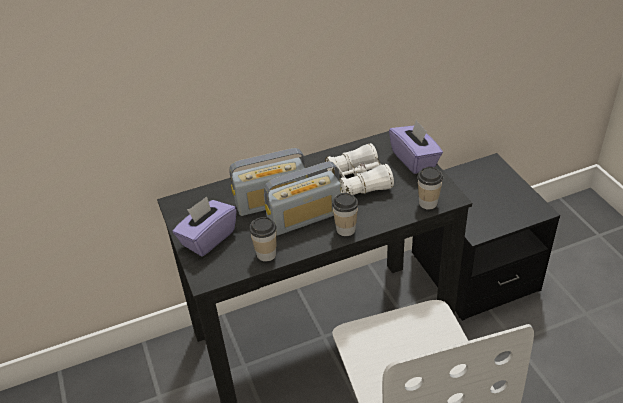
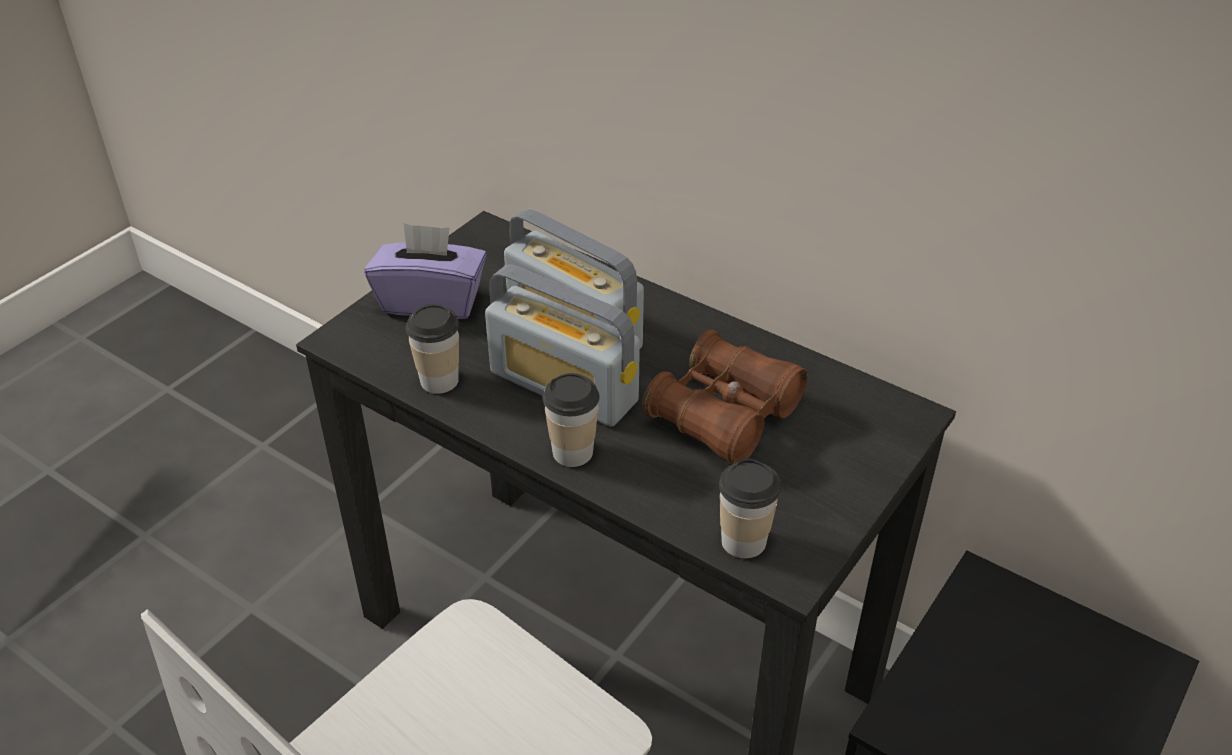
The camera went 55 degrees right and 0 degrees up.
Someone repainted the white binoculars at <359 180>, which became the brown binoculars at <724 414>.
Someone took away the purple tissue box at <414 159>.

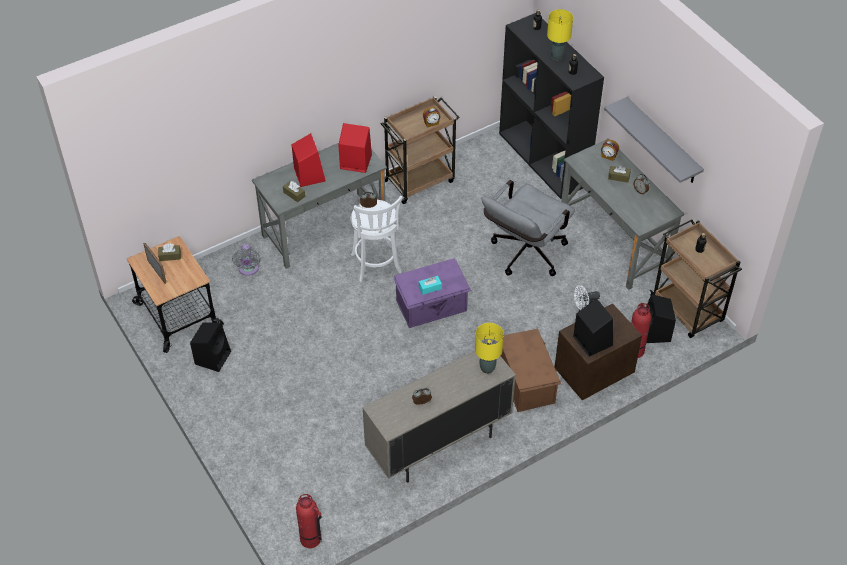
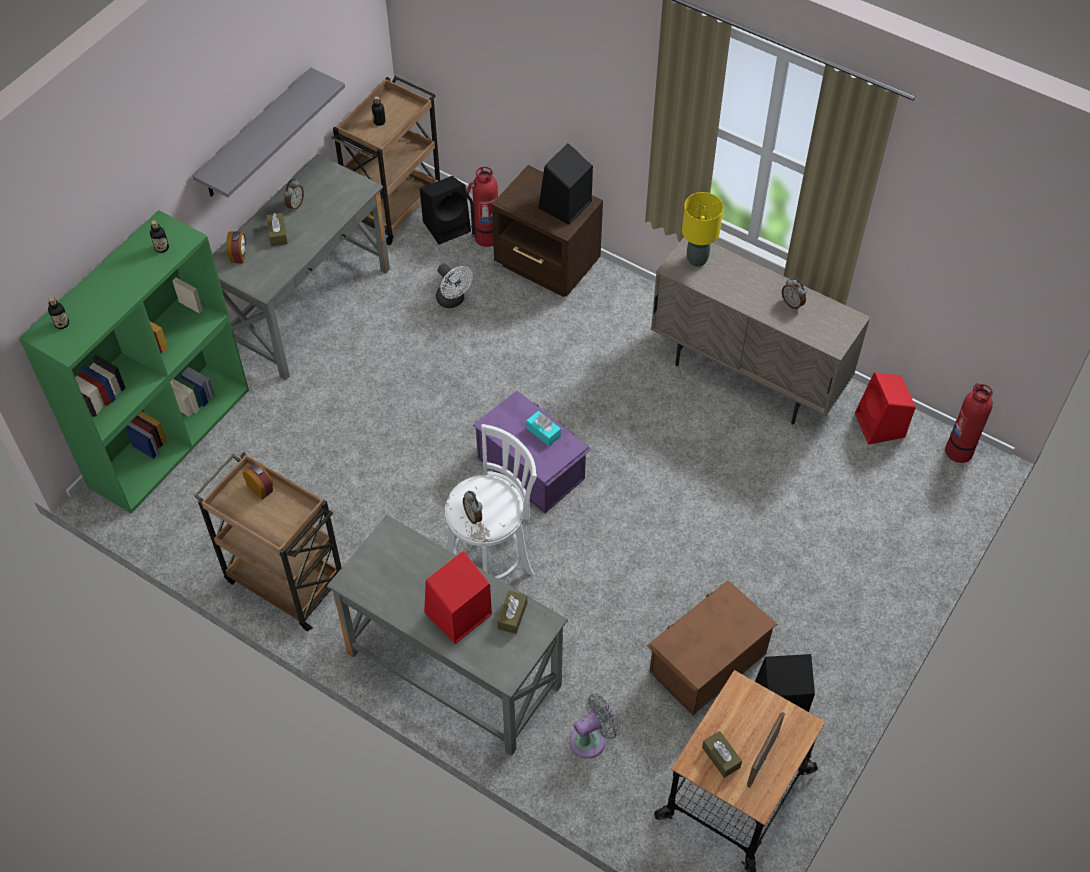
The camera went 115 degrees left and 5 degrees up.
Someone carried the red speaker from <355 162> to <880 426>.
Someone took away the grey office chair at <524 256>.
Someone repainted the black bookcase at <544 159>, which became the green bookcase at <169 435>.
Someone carried the brown storage box from <526 381> to <706 662>.
Someone took away the yellow table lamp at <556 56>.

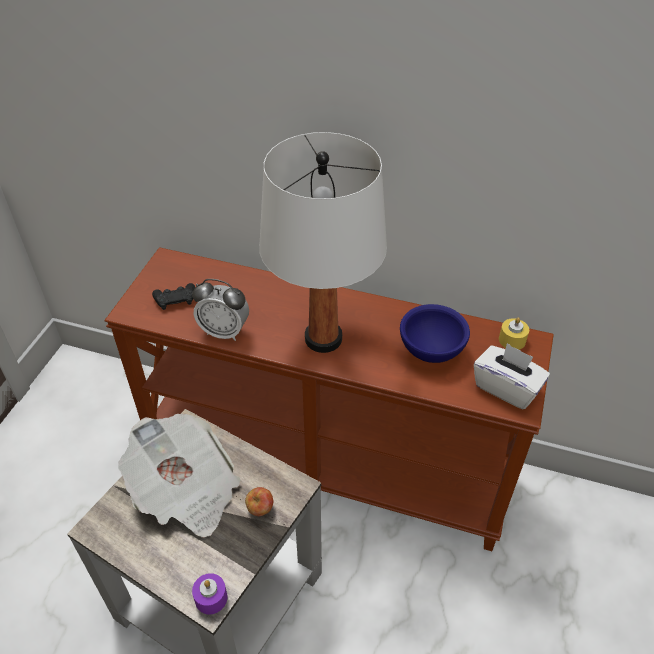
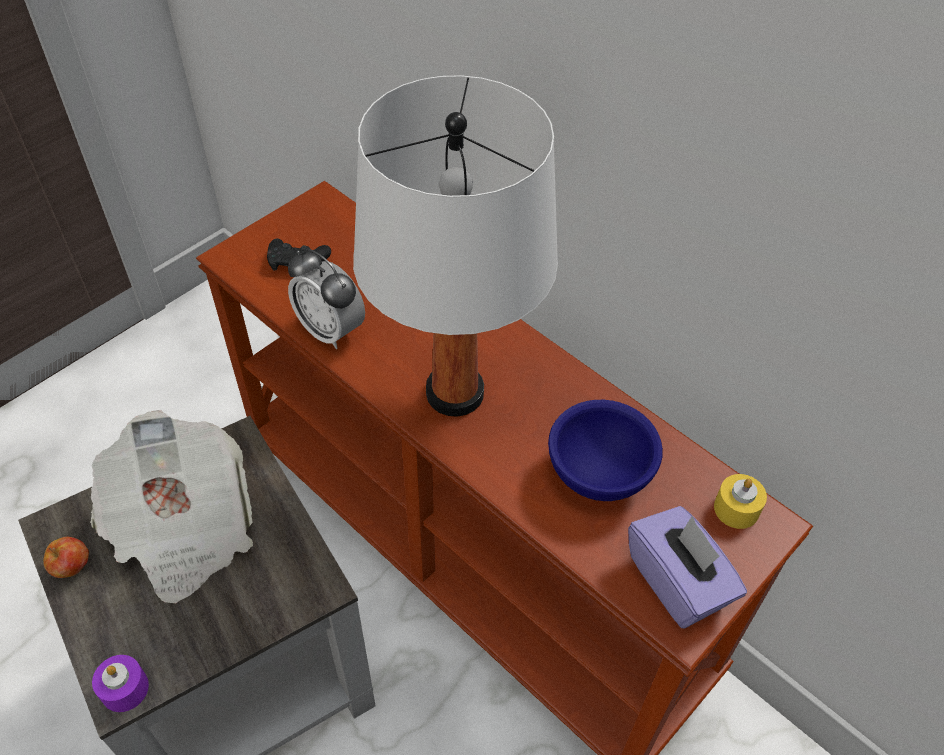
The camera went 25 degrees right and 5 degrees up.
Someone carried the apple from <260 509> to <72 567>.
Someone repainted the white tissue box at <506 388>, which became the purple tissue box at <678 582>.

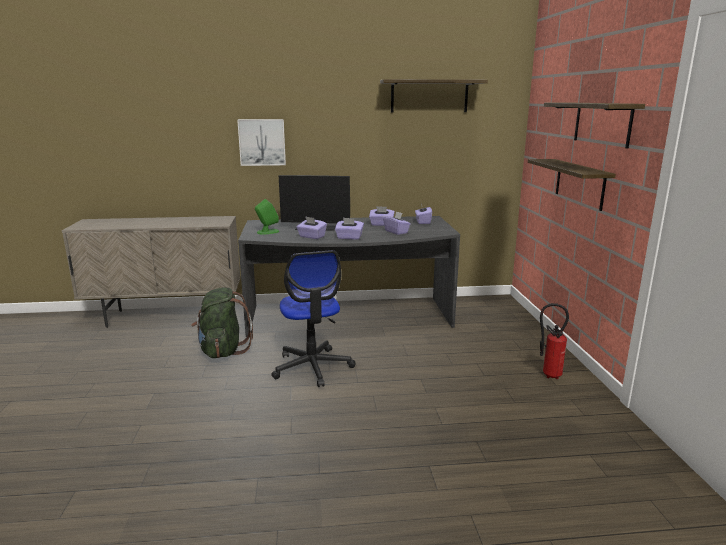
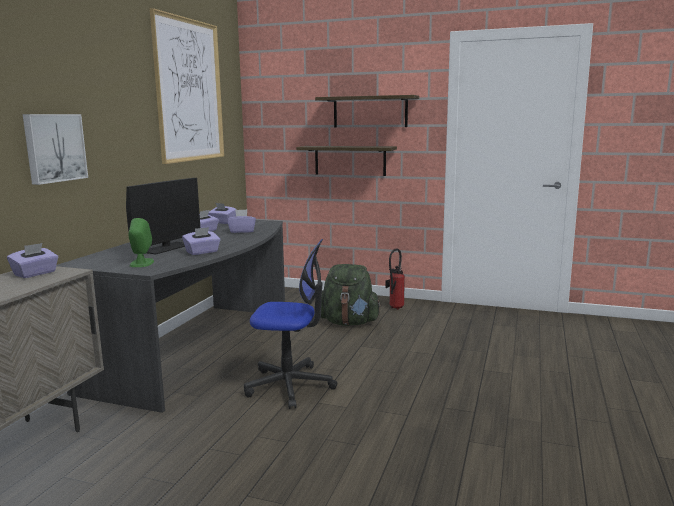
The camera went 65 degrees left and 5 degrees down.
Someone carried the green backpack from <223 351> to <349 322>.
Someone carried the purple tissue box from <349 237> to <35 273>.
Someone swapped the shelf at <429 96> for the picture at <189 91>.

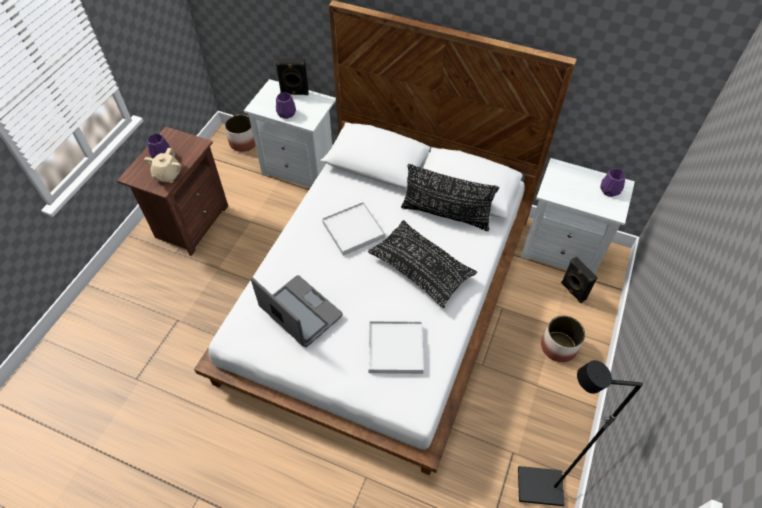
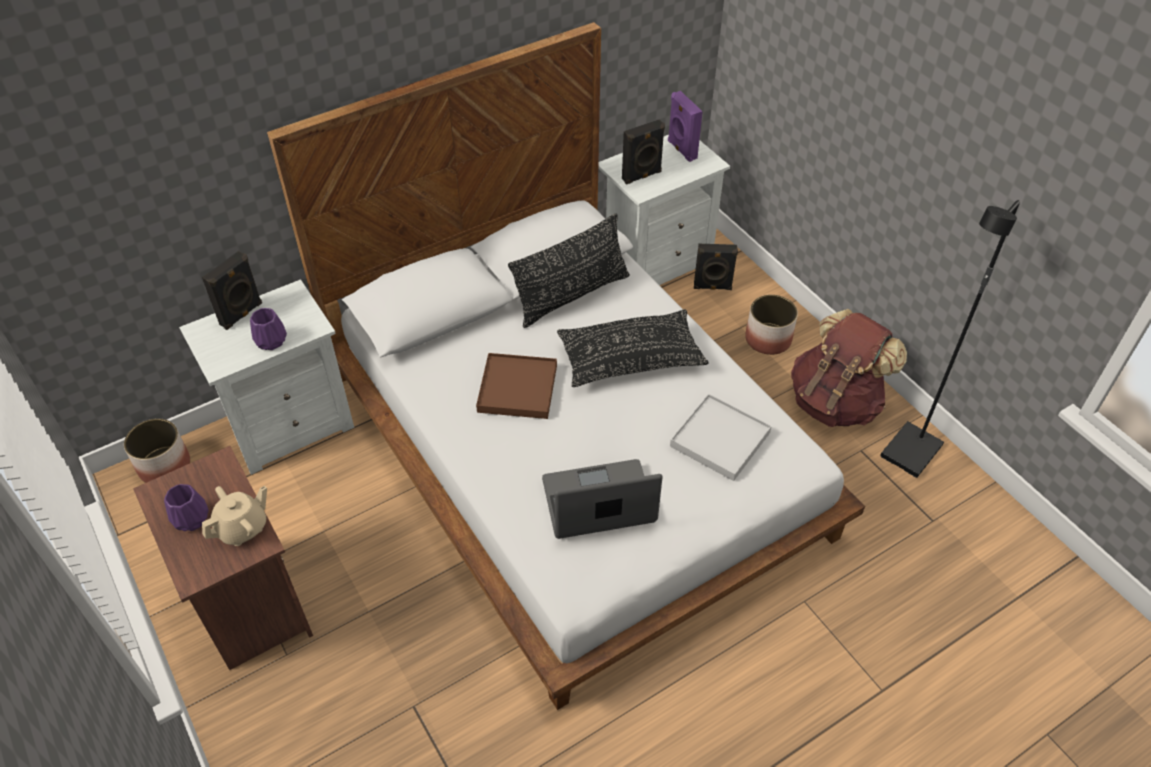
The camera went 55 degrees left and 5 degrees down.
Someone rotated the beige teapot at <167 175> by 90 degrees counterclockwise.
Someone repainted the white tray at <353 230>, which became the brown tray at <517 388>.
Someone swapped the purple vase at <610 190> for the purple speaker at <681 150>.
Someone put down the black speaker at <642 176>.
Someone put down the brown backpack at <835 402>.

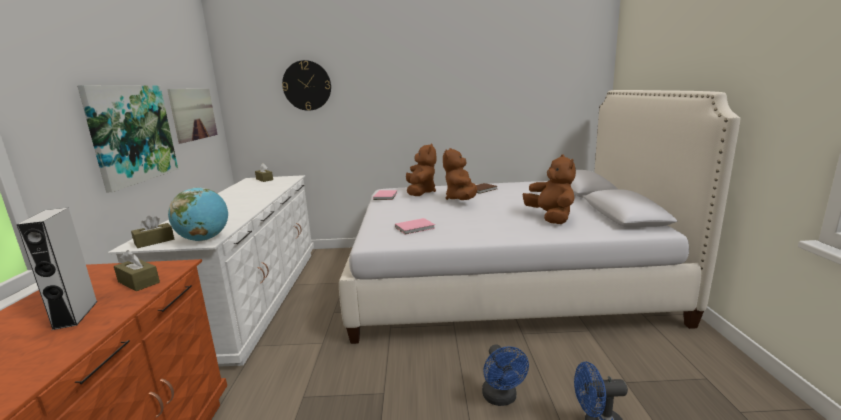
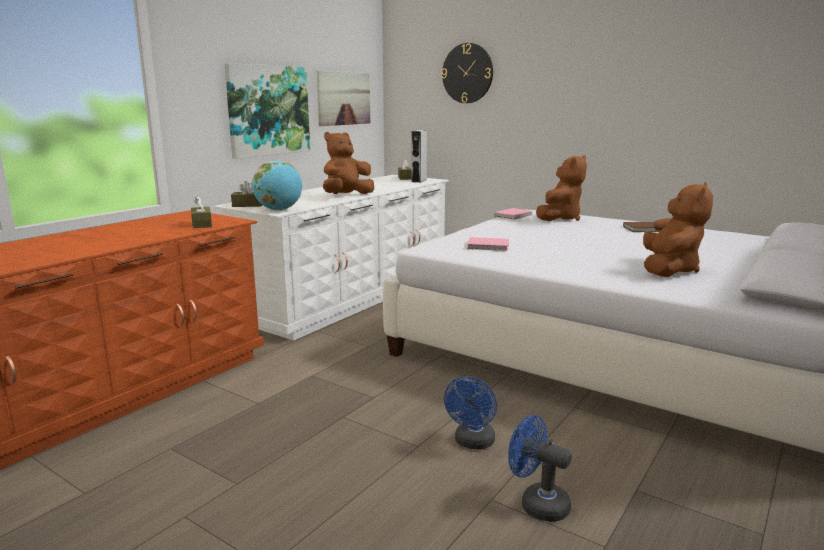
The camera went 35 degrees right and 0 degrees up.
Someone carried the grey speaker from <76 314> to <419 180>.
Someone carried the brown plush toy from <461 199> to <346 196>.

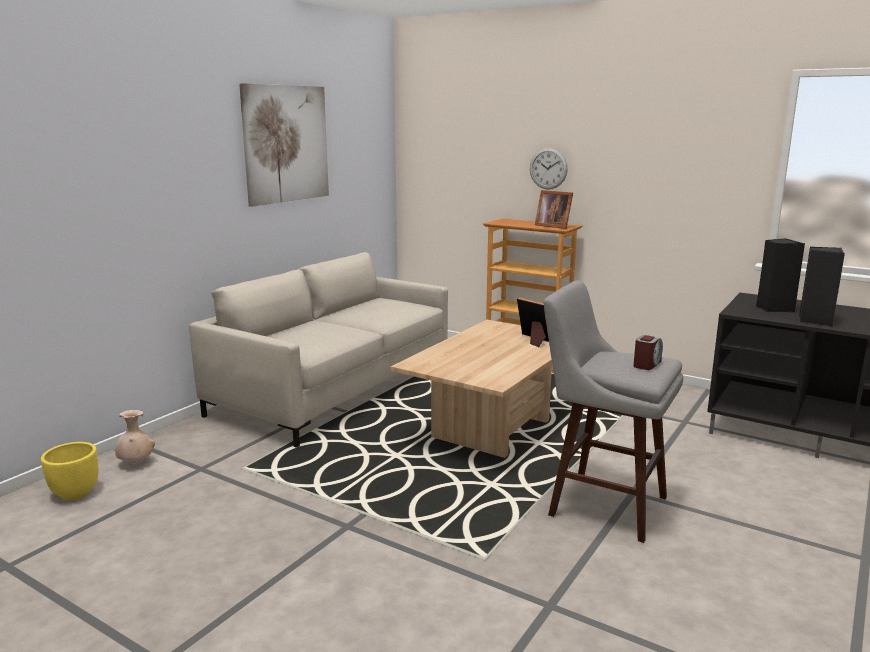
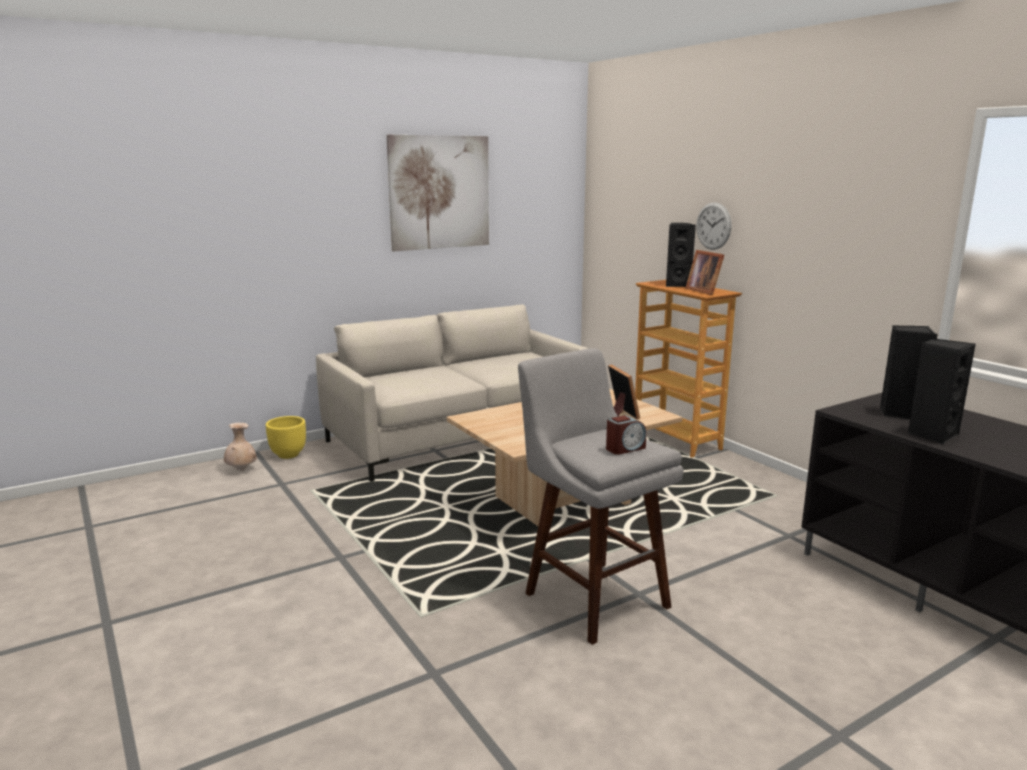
The camera went 25 degrees right and 0 degrees up.
Someone carried the yellow planter from <75 493> to <288 455>.
Someone put down the black speaker at <677 285>.

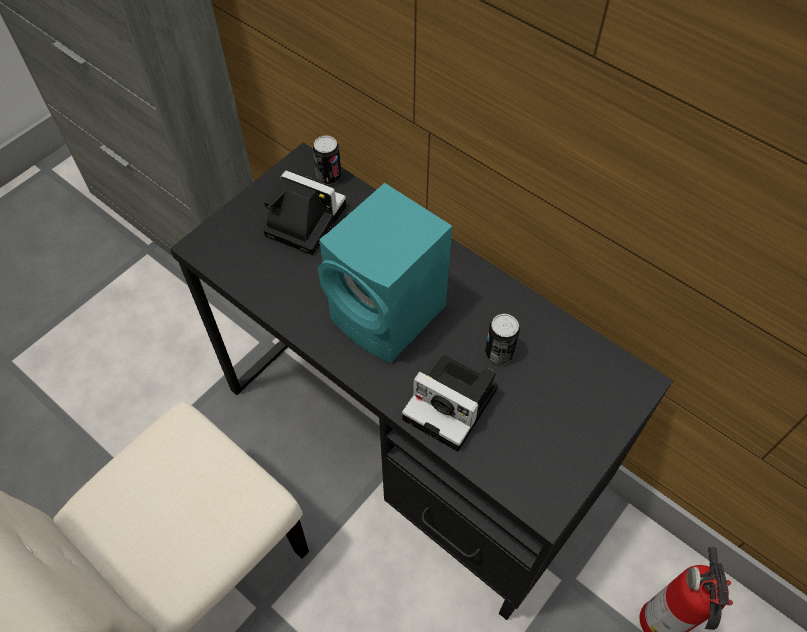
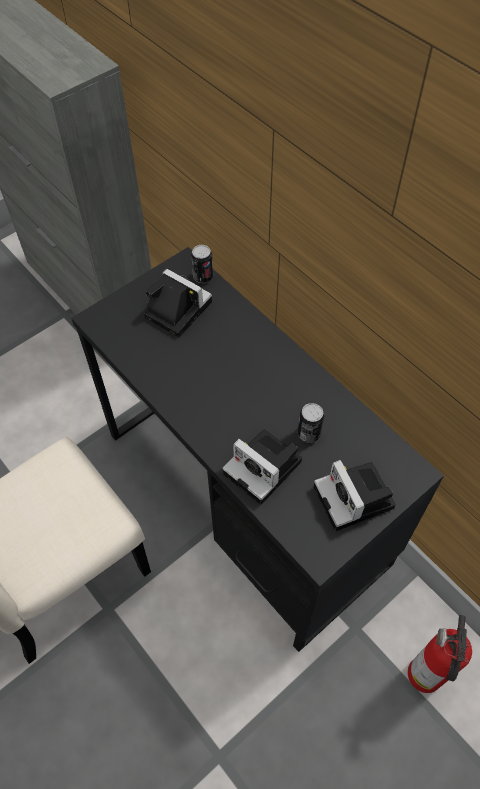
The camera went 10 degrees right and 0 degrees up.
Someone took away the turquoise speaker at <390 316>.
Someone put down the photo camera at <355 499>.

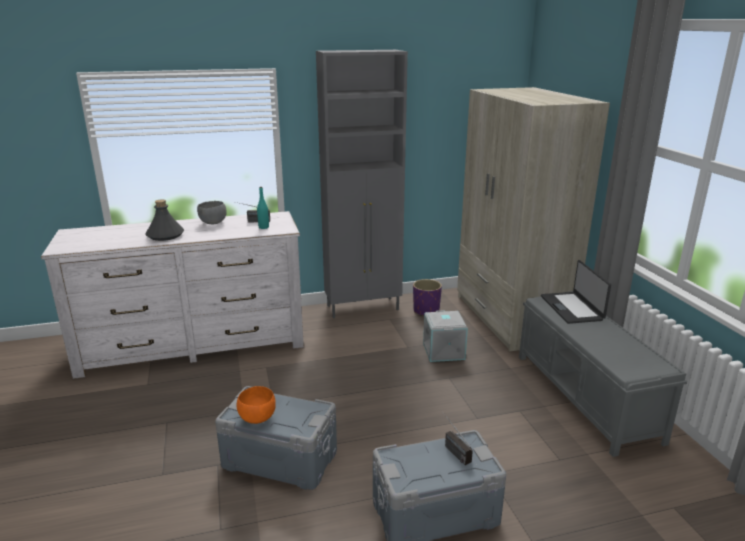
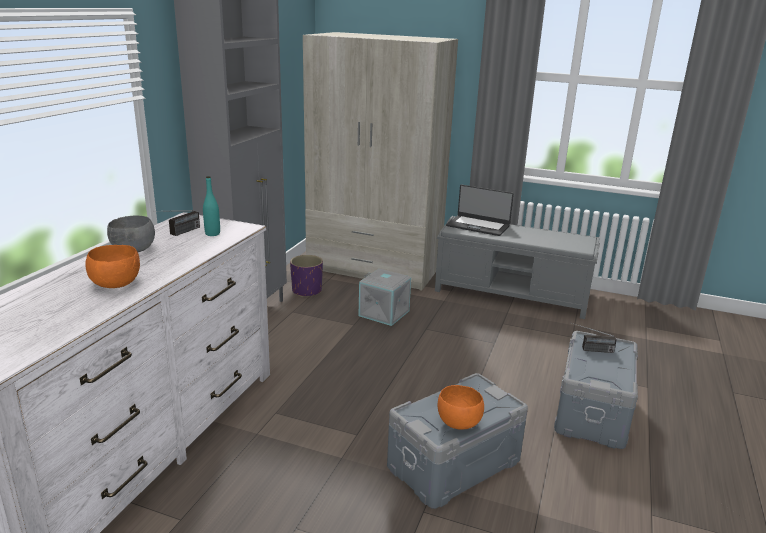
The camera went 55 degrees left and 0 degrees up.
Someone swapped the grey bottle at <165 235> for the orange bowl at <117 284>.

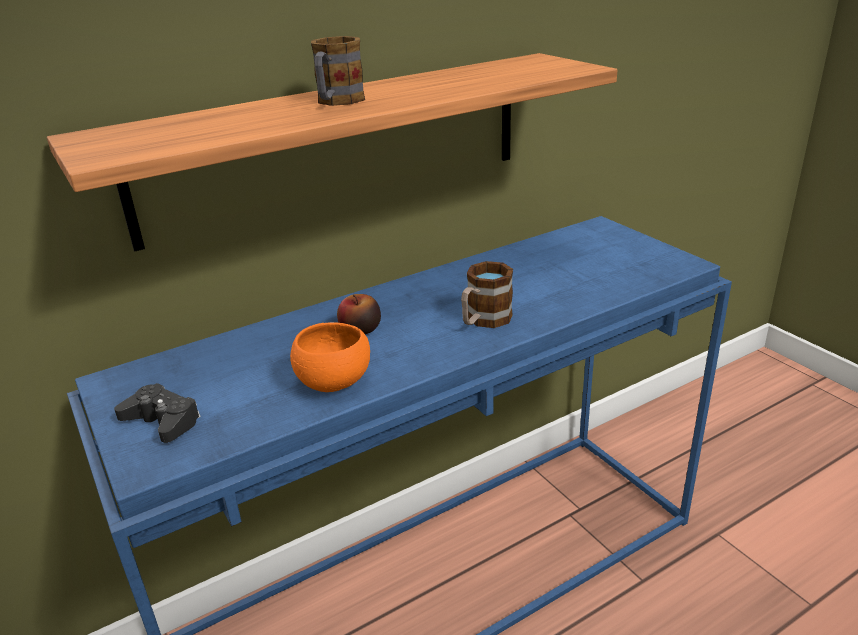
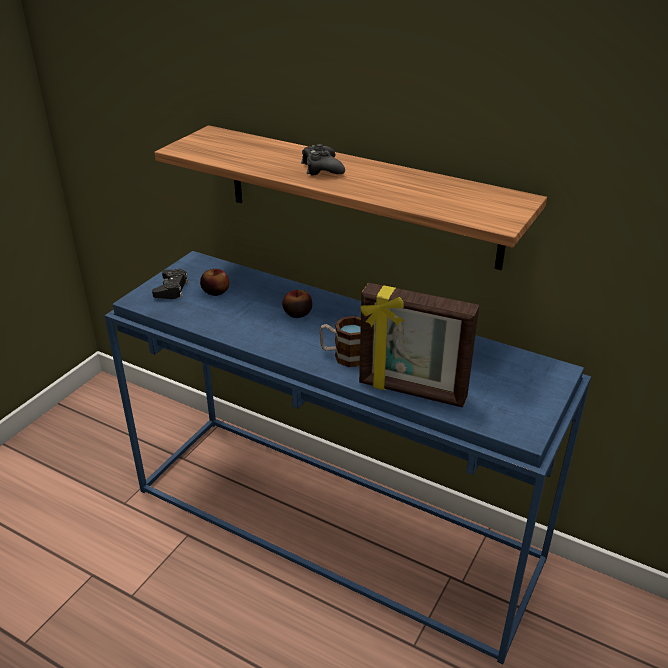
The camera went 60 degrees right and 5 degrees up.
Someone took away the orange bowl at <334 383>.
Someone swapped the mug at <337 102> for the black game controller at <322 168>.
Someone put down the apple at <215 291>.
Someone put down the picture frame at <411 392>.

